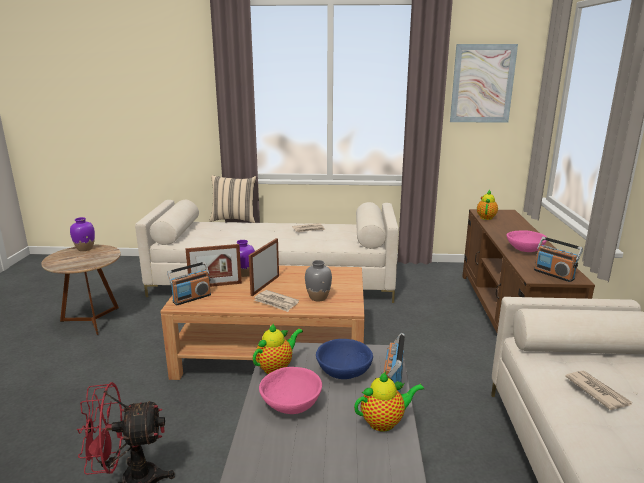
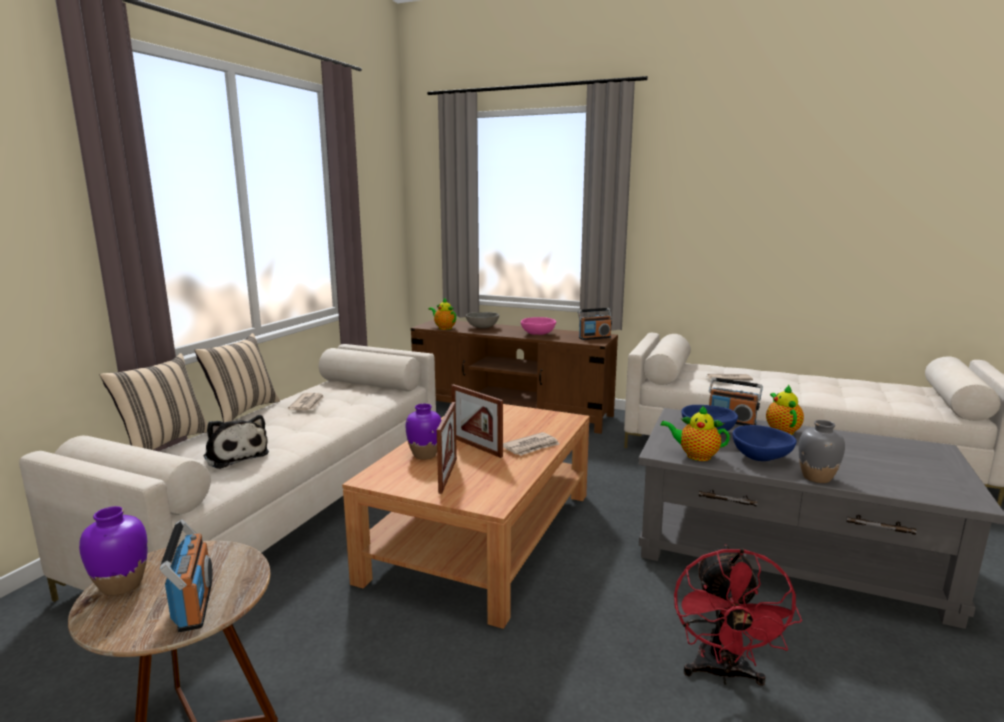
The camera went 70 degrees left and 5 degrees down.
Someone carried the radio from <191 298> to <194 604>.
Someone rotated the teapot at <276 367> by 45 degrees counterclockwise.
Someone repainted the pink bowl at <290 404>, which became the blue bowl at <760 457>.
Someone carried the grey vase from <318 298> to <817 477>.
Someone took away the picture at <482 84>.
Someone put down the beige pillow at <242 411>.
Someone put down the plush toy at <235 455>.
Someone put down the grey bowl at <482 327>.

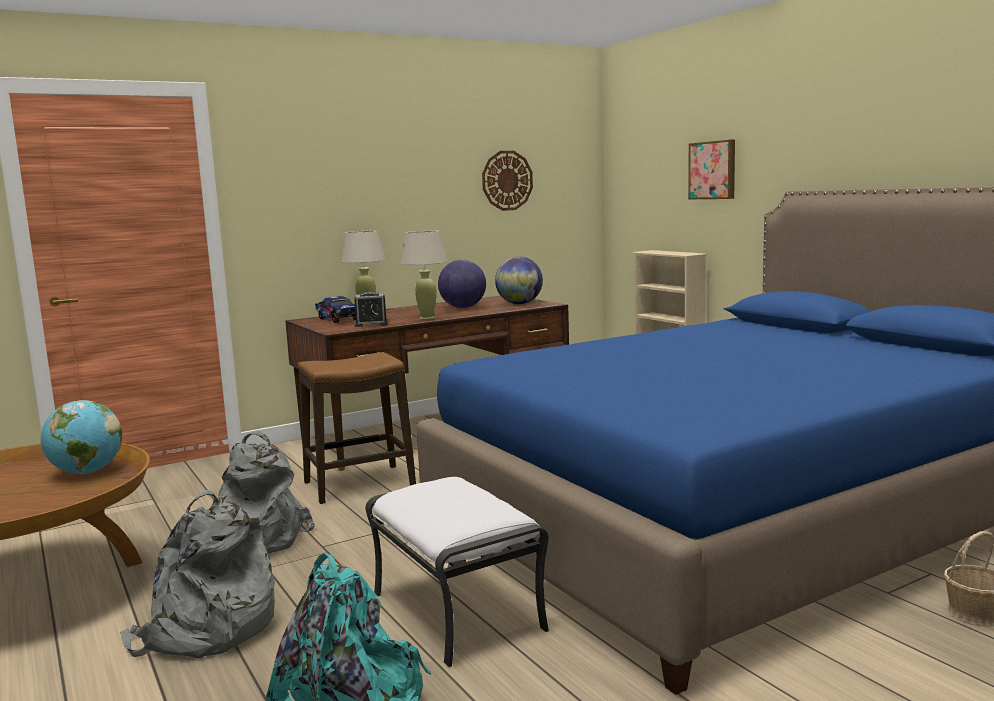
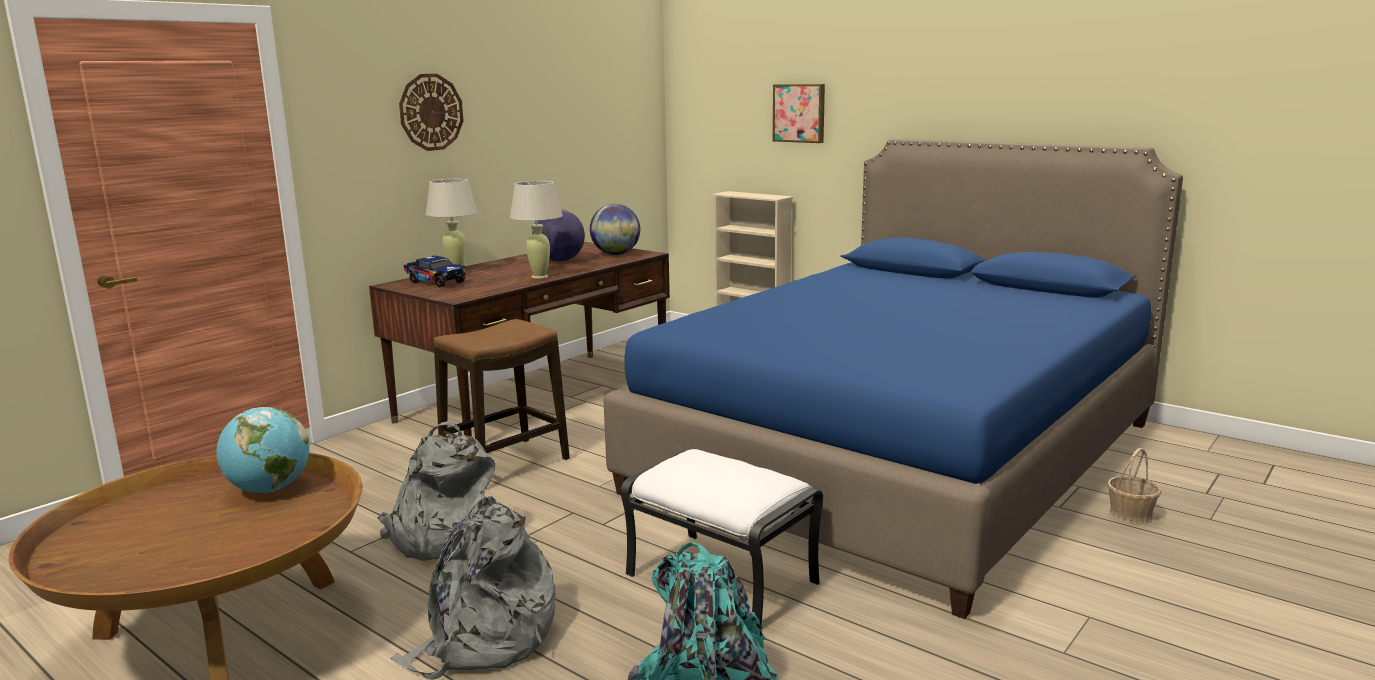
The camera went 20 degrees left and 5 degrees up.
Someone took away the alarm clock at <371 324>.
Someone carried the wall clock from <507 180> to <431 112>.

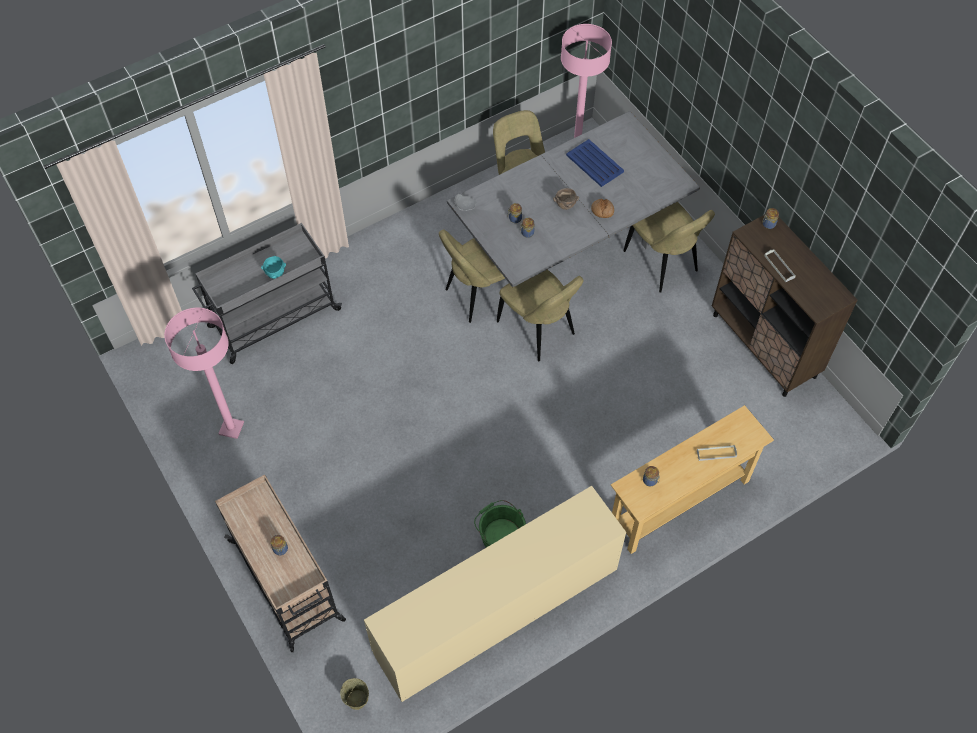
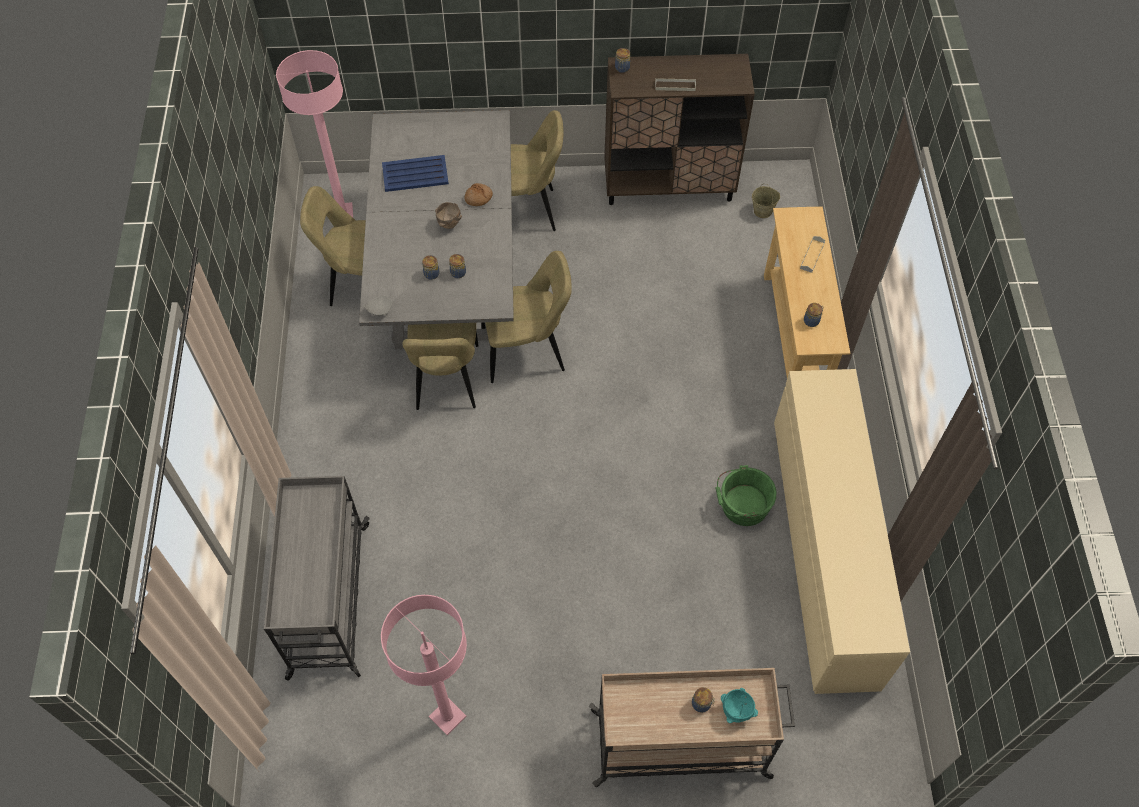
The camera went 60 degrees left and 0 degrees up.
Someone carried the turquoise bowl from <275 274> to <735 711>.
Someone carried the beige bucket from <357 700> to <763 211>.

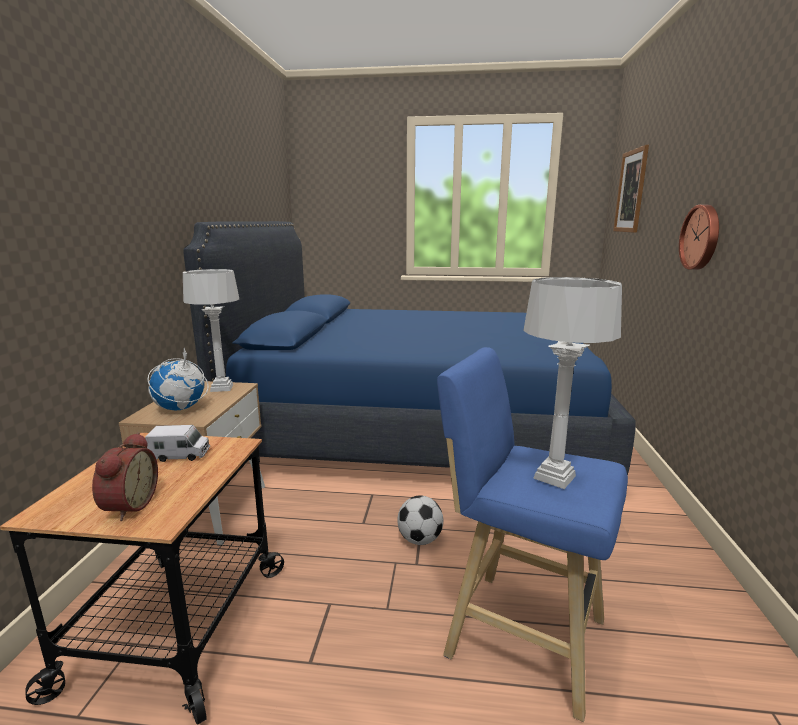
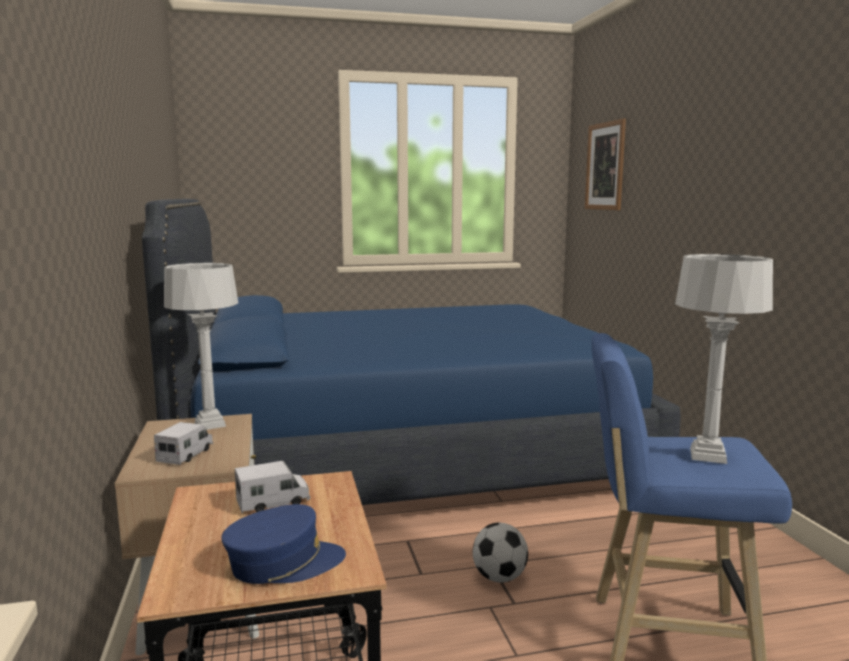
The camera went 20 degrees left and 5 degrees down.
Someone swapped the alarm clock at <128 506> for the blue cap at <284 563>.
Someone swapped the globe at <180 409> for the toy truck at <186 455>.
Someone took away the wall clock at <701 237>.

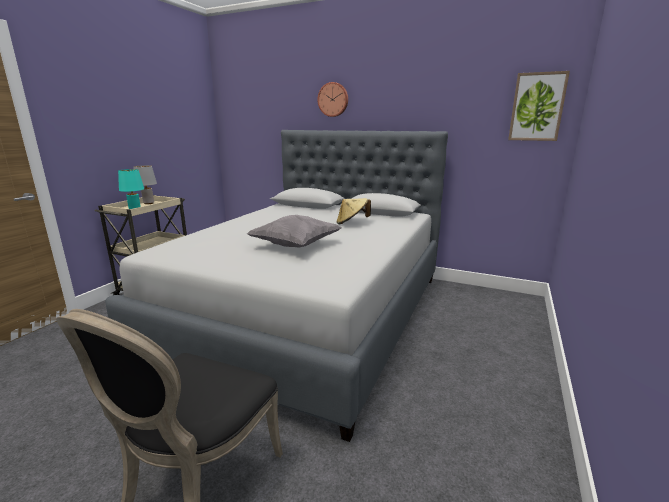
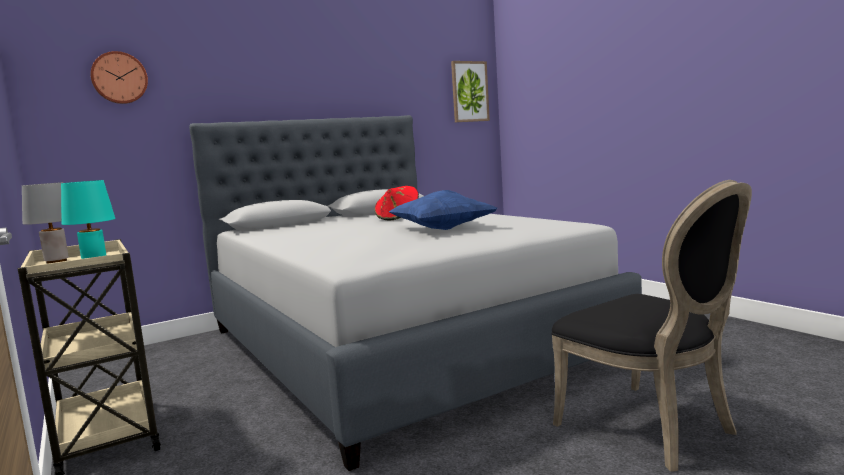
The camera went 55 degrees left and 10 degrees down.
Someone repainted the grey pillow at <295 246>, which became the blue pillow at <442 229>.
Someone carried the wall clock from <333 99> to <119 78>.
Someone repainted the beige hat at <352 222>, which became the red hat at <398 217>.

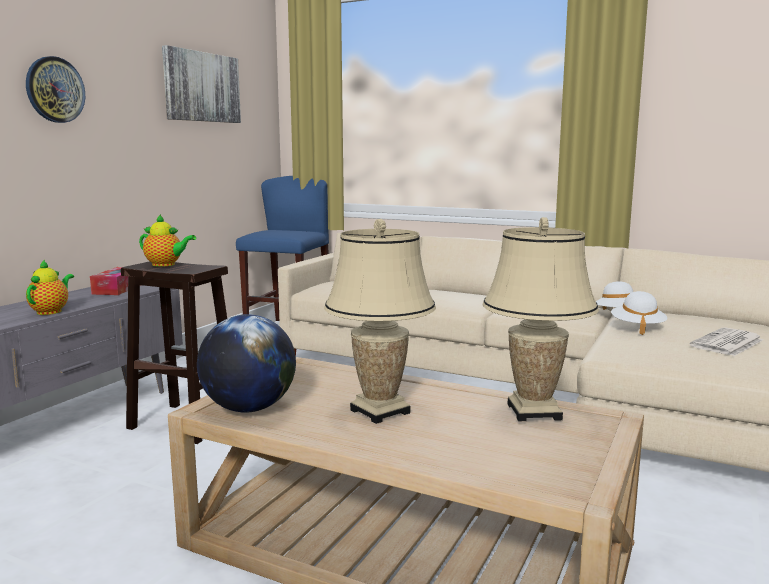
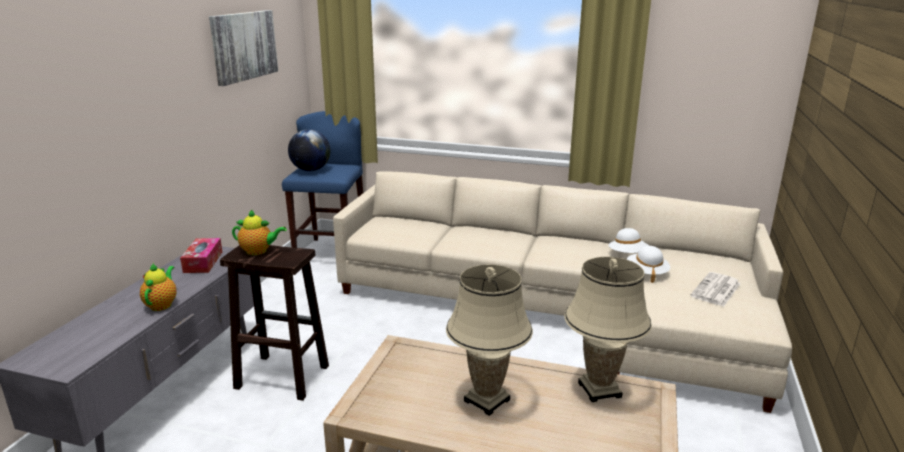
The camera went 10 degrees left and 10 degrees up.
Someone took away the wall clock at <55 90>.
Someone carried the globe from <249 408> to <311 170>.

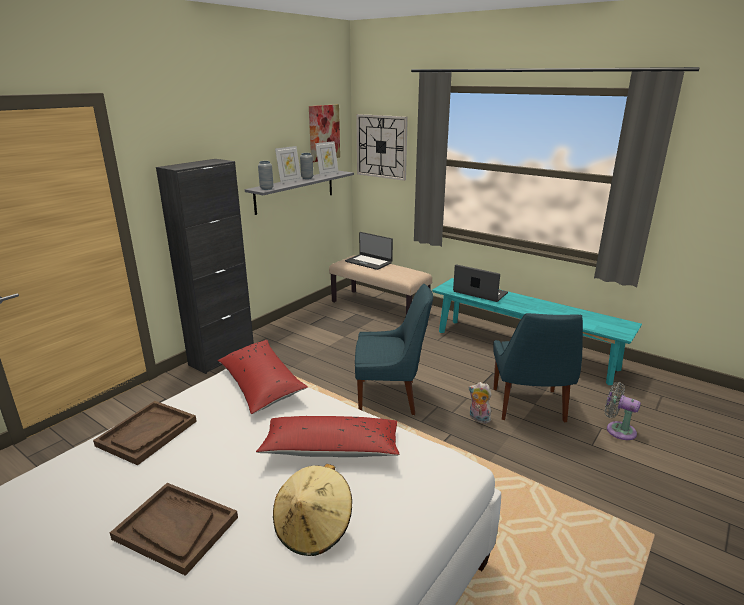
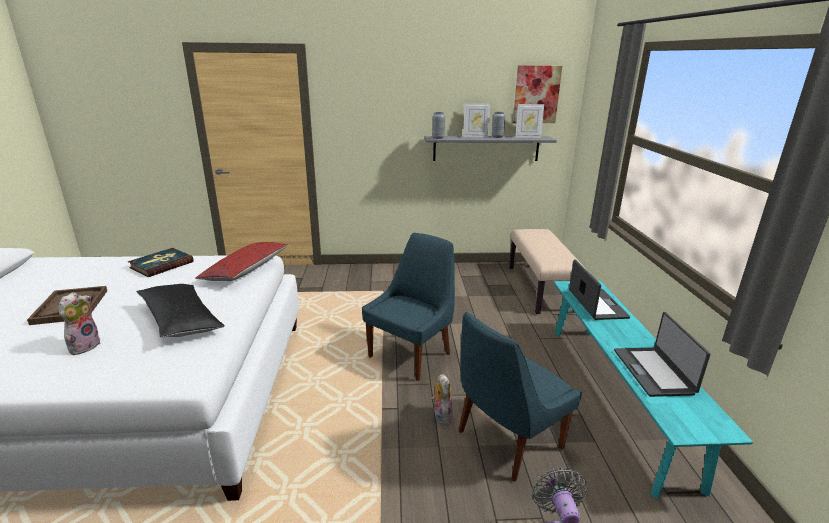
The camera went 50 degrees right and 0 degrees up.
Someone swapped the brown tray at <147 433> for the book at <161 264>.
Someone took away the black cabinet at <222 357>.
Someone repainted the red pillow at <331 449>, which became the black pillow at <181 320>.
Someone swapped the beige hat at <313 528> for the plush toy at <84 345>.
Someone carried the laptop from <369 262> to <654 371>.
Someone rotated the blue chair at <390 397> by 105 degrees counterclockwise.
Someone took away the wall clock at <381 146>.

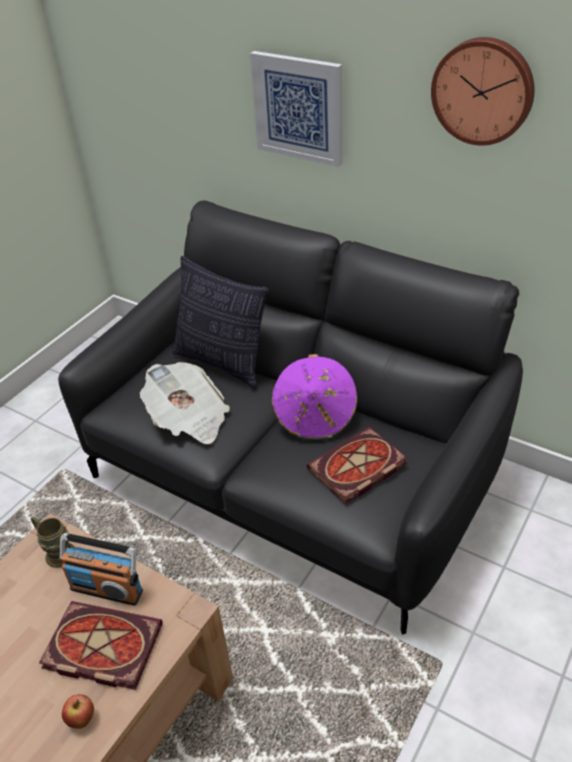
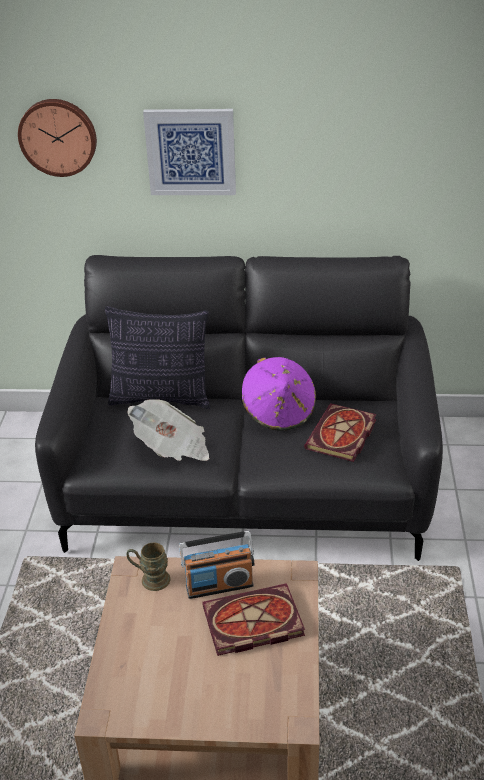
The camera went 30 degrees left and 5 degrees down.
Someone took away the apple at <82 719>.
Someone carried the wall clock from <483 91> to <58 136>.

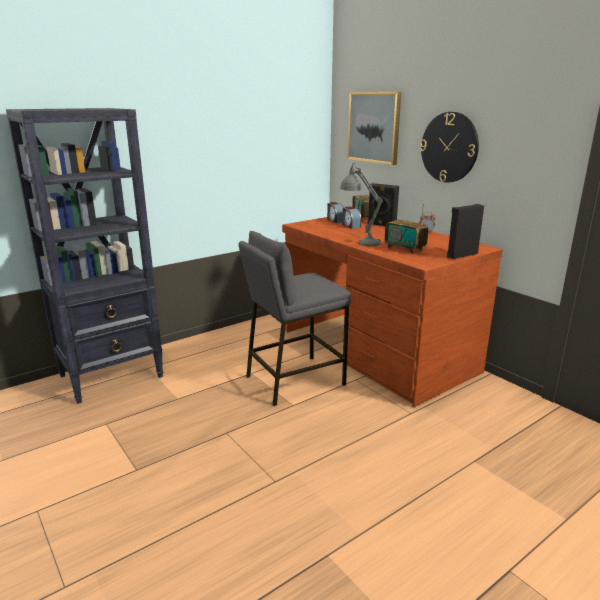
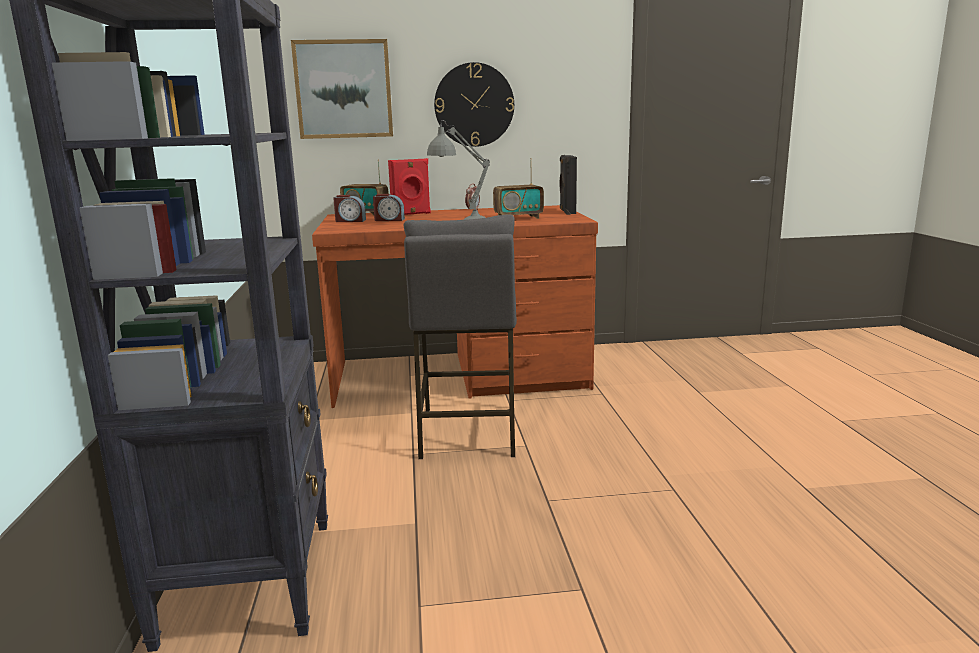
The camera went 60 degrees left and 5 degrees down.
Someone repainted the black speaker at <381 225>, which became the red speaker at <411 214>.

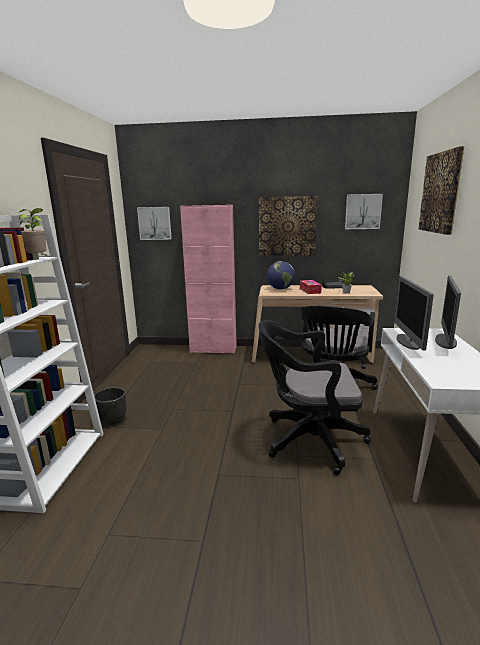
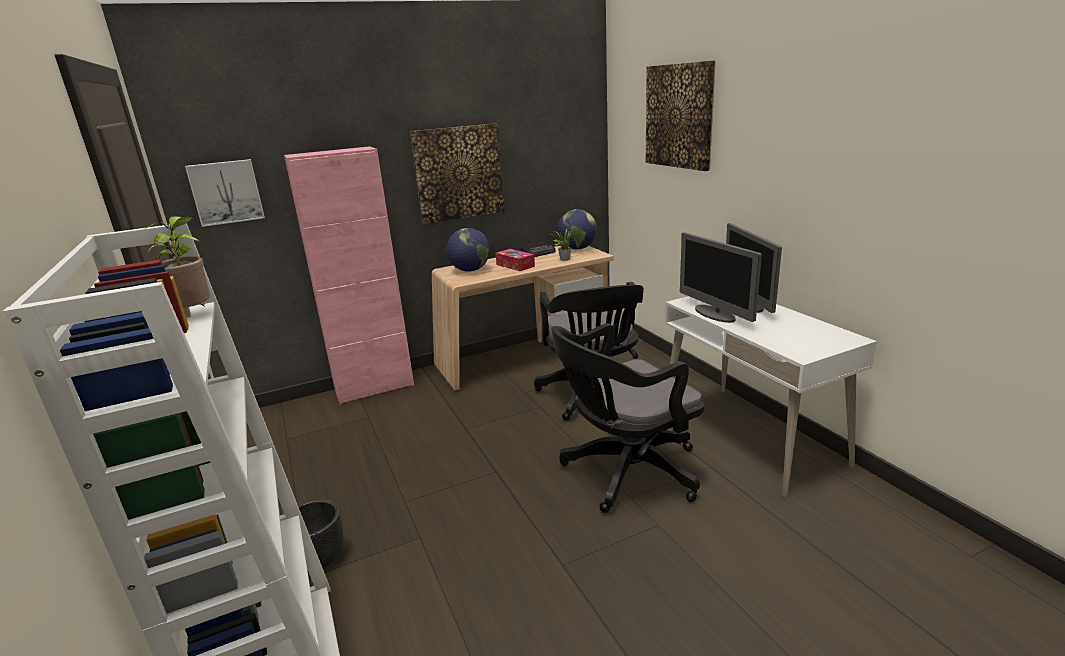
The camera went 30 degrees left and 5 degrees up.
Someone took away the picture at <362 211>.
Someone put down the globe at <577 248>.

